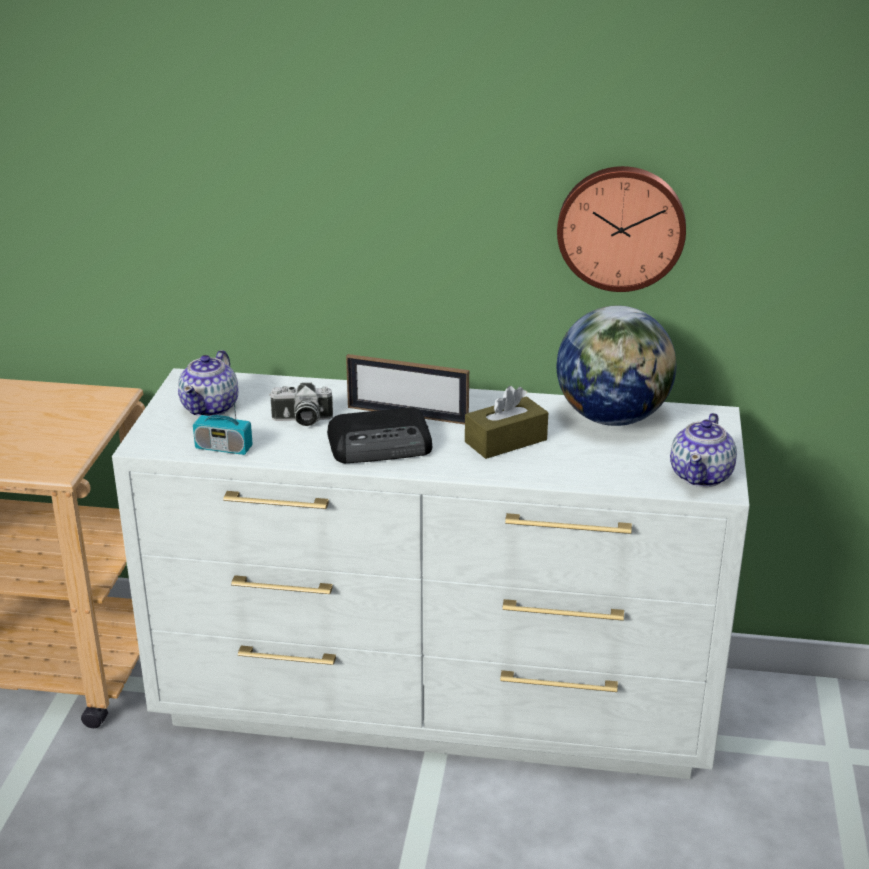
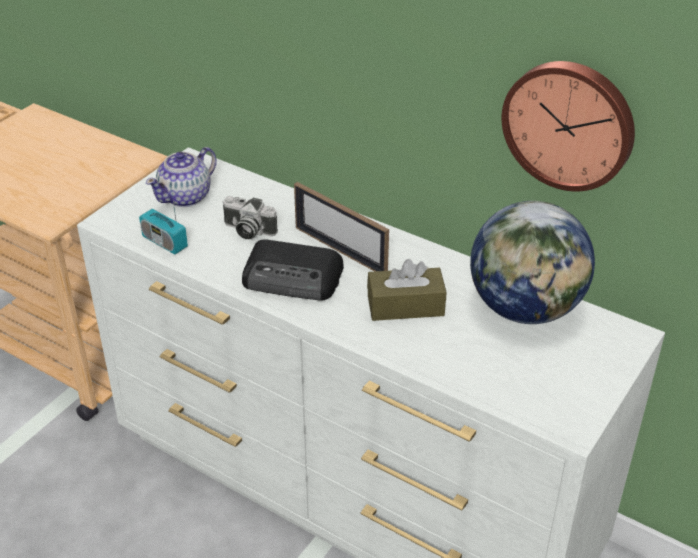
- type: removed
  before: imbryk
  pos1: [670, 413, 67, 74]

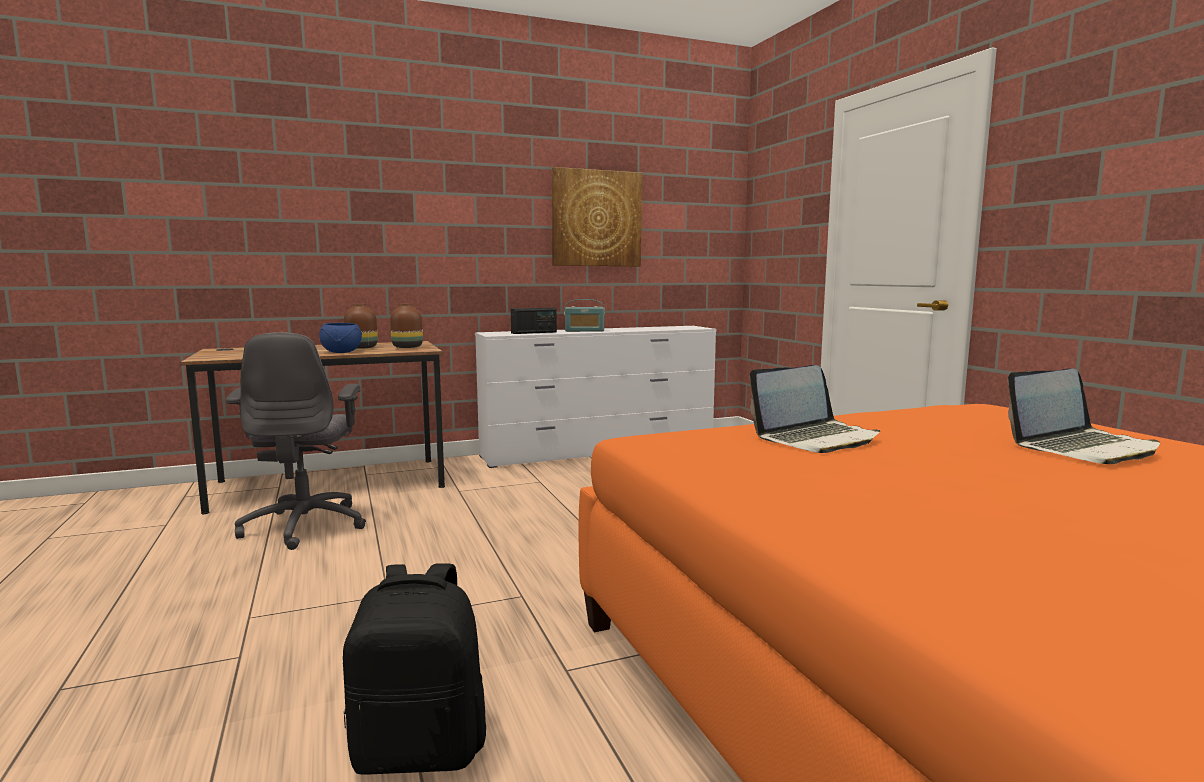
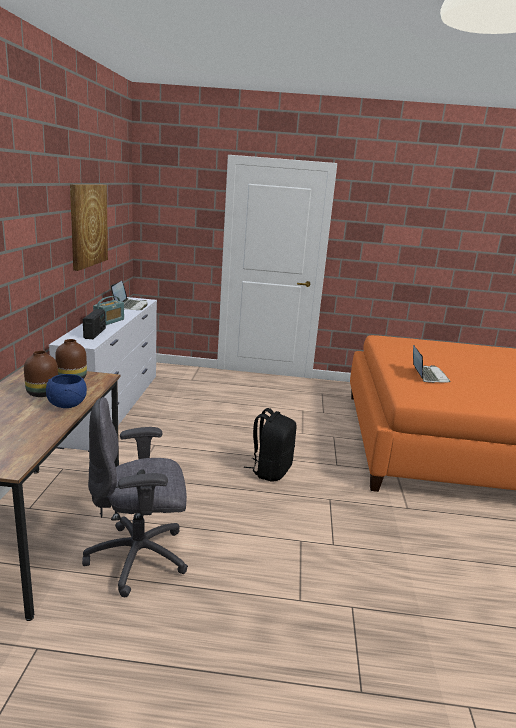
- type: turned
  before: krzesło biurowe/szary
  pos1: [226, 332, 140, 218]
  pos2: [82, 397, 106, 200]
  turn: 150
- type: moved
  before: laptop
  pos1: [1008, 369, 152, 95]
  pos2: [111, 281, 37, 29]
- type: moved
  before: plecak/czarny
  pos1: [343, 563, 143, 212]
  pos2: [244, 408, 53, 73]

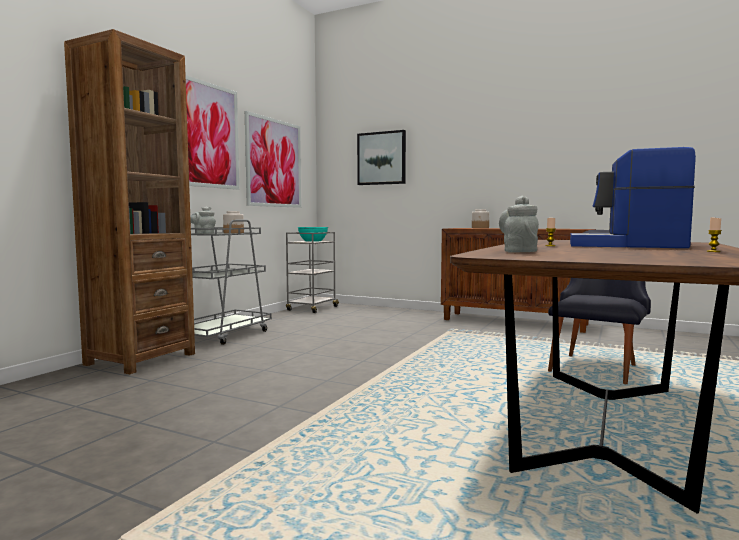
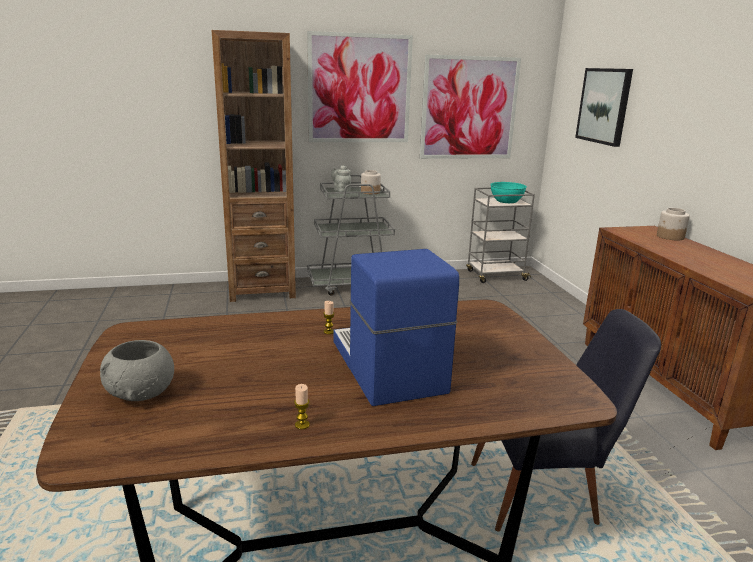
- type: added
  after: miska/szary
  pos2: [100, 340, 74, 61]
- type: removed
  before: imbryk/szary
  pos1: [499, 196, 40, 57]

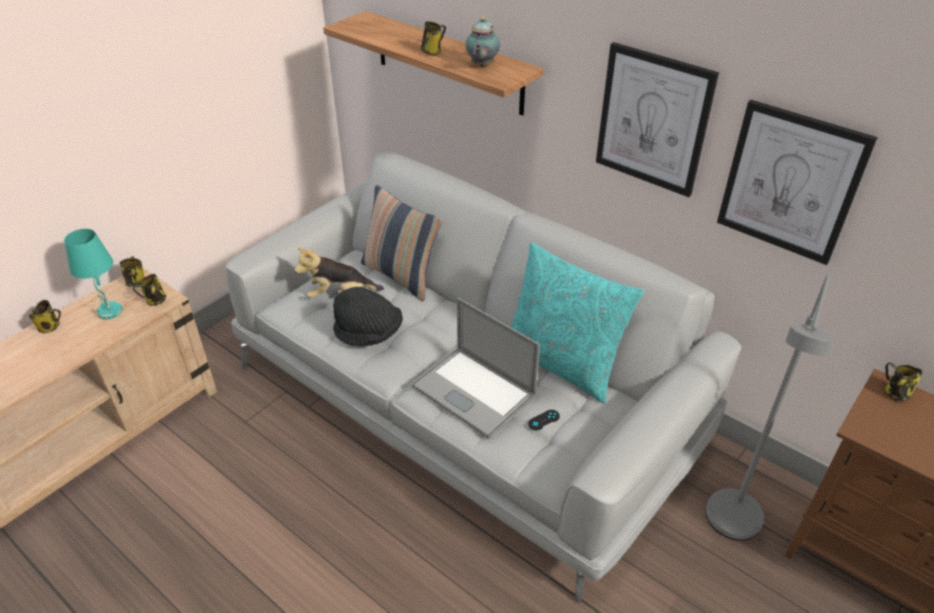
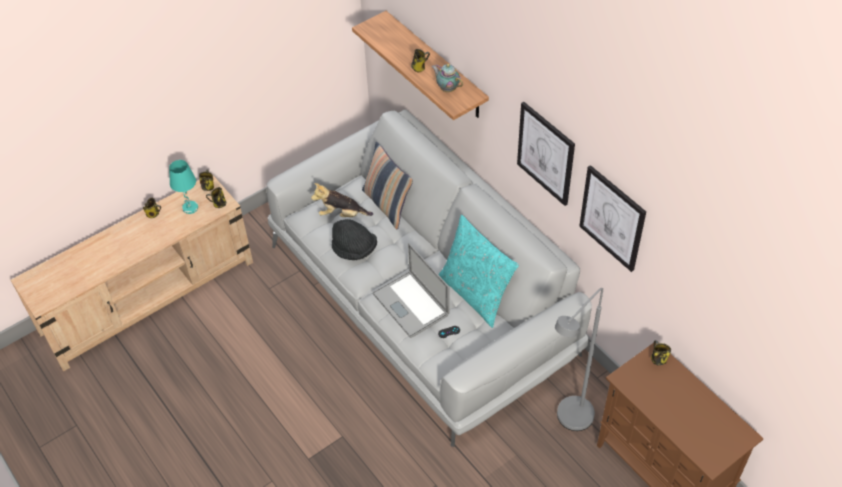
- type: turned
  before: imbryk
  pos1: [465, 17, 35, 50]
  pos2: [432, 64, 31, 28]
  turn: 105

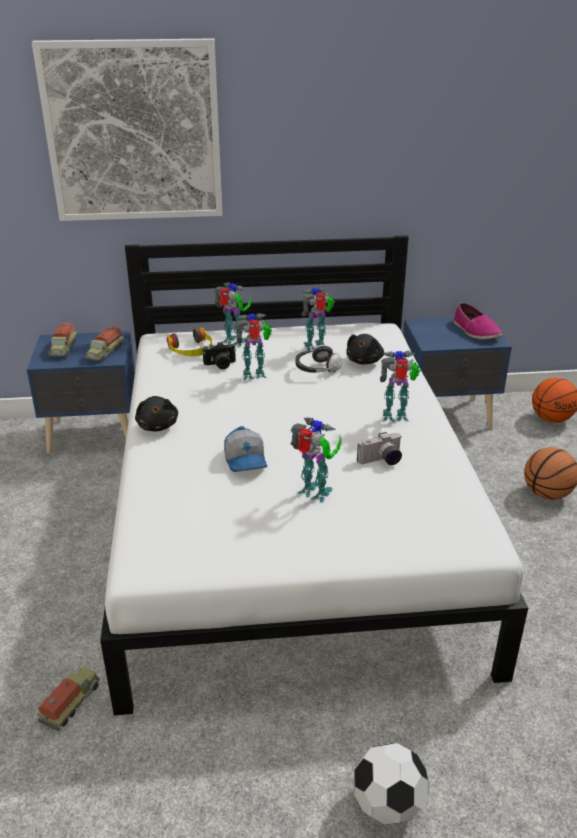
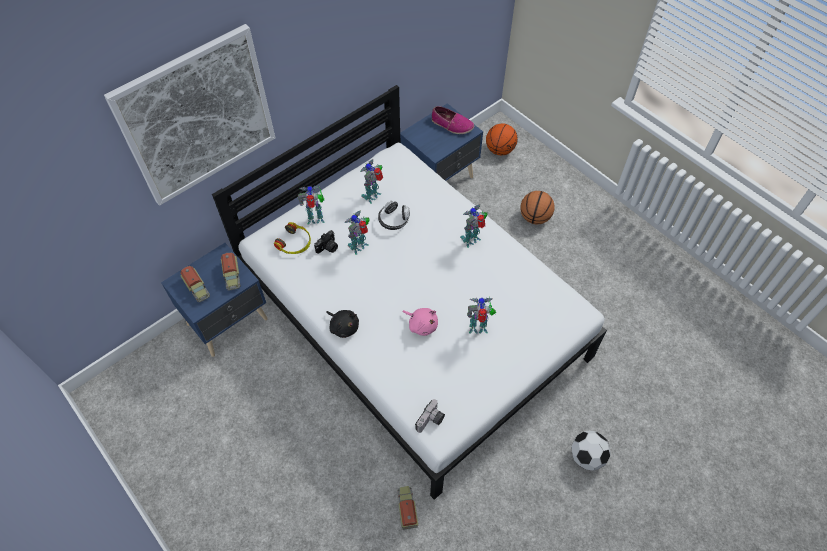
- type: replaced
  before: czapka z daszkiem
  after: pluszak/różowy
  pos1: [224, 426, 43, 46]
  pos2: [402, 308, 36, 28]
- type: moved
  before: aparat fotograficzny
  pos1: [357, 432, 45, 33]
  pos2: [415, 399, 30, 34]
- type: removed
  before: pluszak/czarny
  pos1: [346, 334, 38, 30]

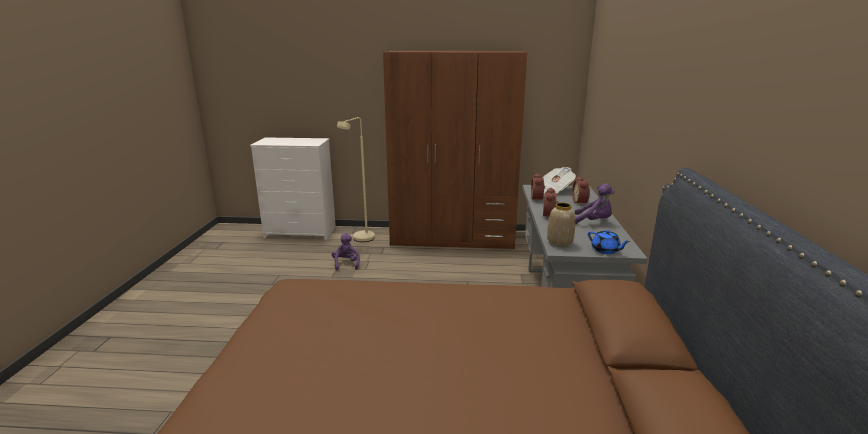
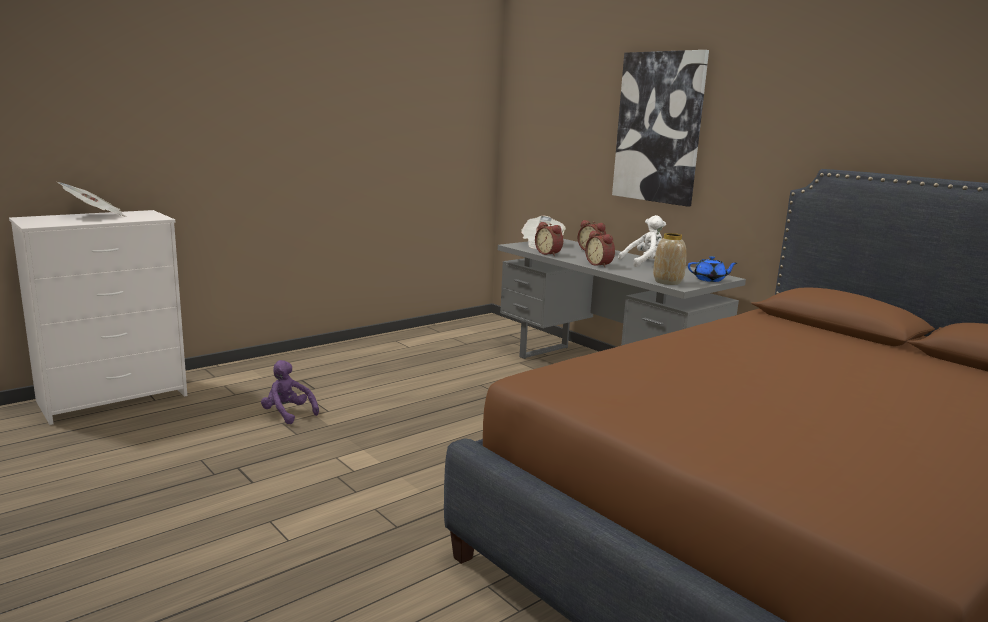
- type: added
  after: gazeta
  pos2: [57, 182, 70, 35]
- type: added
  after: obraz
  pos2: [612, 50, 97, 157]
- type: recoloured
  before: pluszak/fioletowy
  after: pluszak/biały
  pos1: [575, 183, 40, 41]
  pos2: [618, 215, 48, 52]
- type: removed
  before: lampa stojąca/beżowy
  pos1: [337, 117, 38, 125]
- type: removed
  before: szafa/brązowy
  pos1: [383, 51, 144, 198]

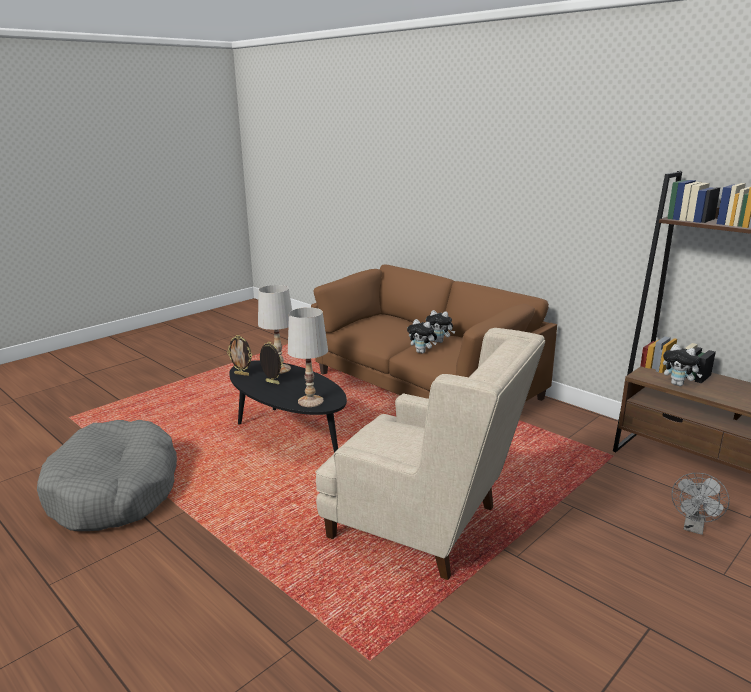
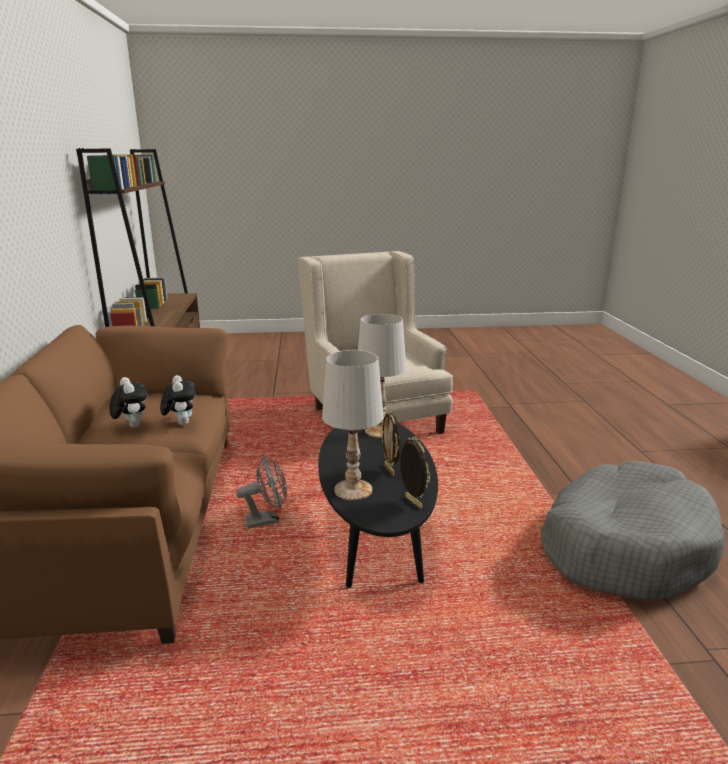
- type: moved
  before: wentylator/szary
  pos1: [672, 473, 57, 62]
  pos2: [236, 456, 51, 73]
- type: removed
  before: pluszak
  pos1: [663, 344, 39, 42]

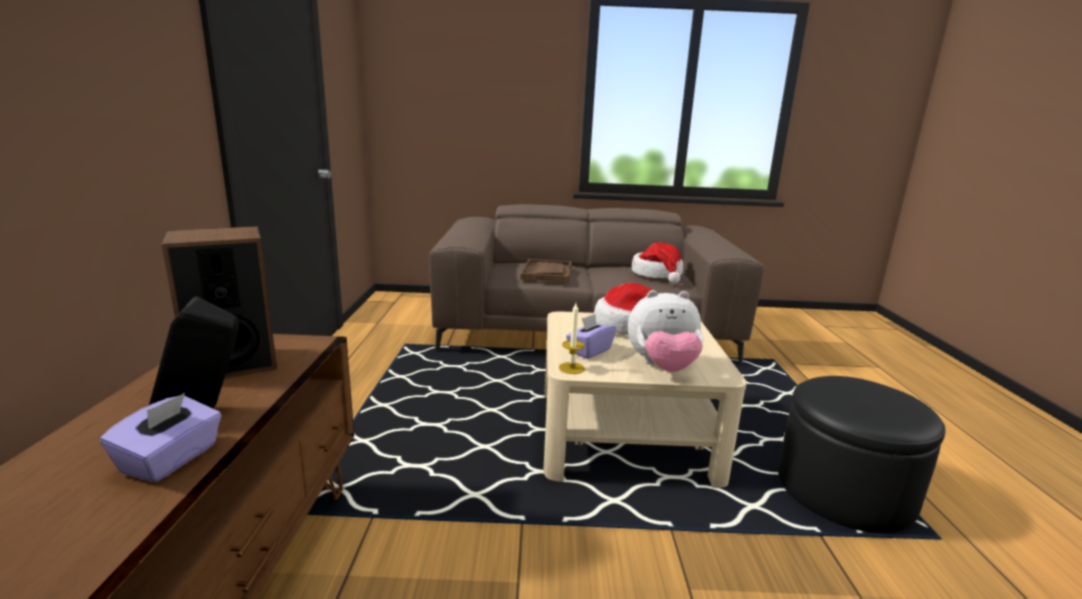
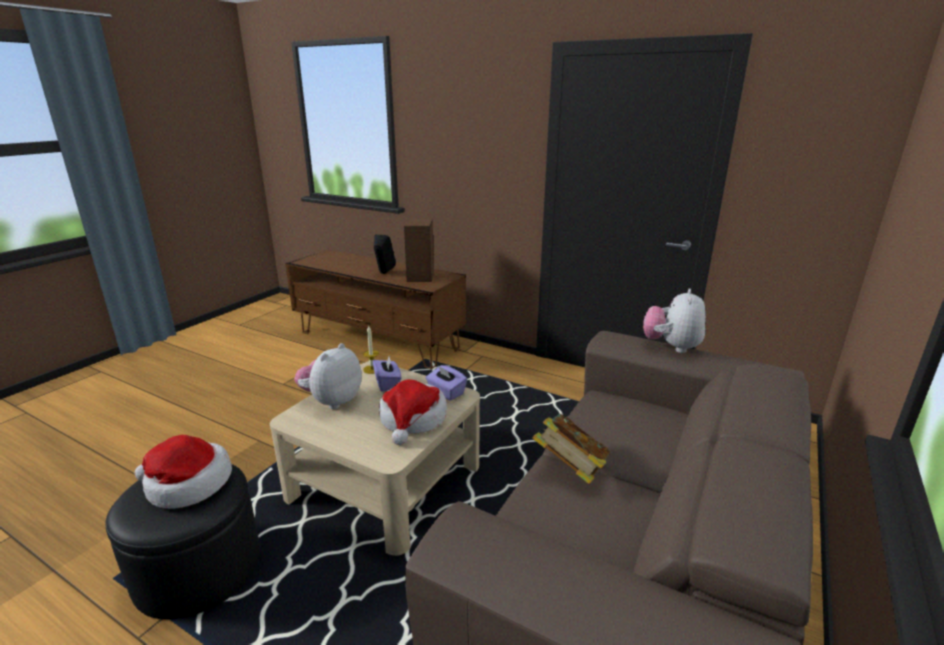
- type: moved
  before: kapelusz
  pos1: [632, 243, 51, 40]
  pos2: [135, 435, 97, 74]
- type: moved
  before: pudełko chusteczek/fioletowy
  pos1: [100, 393, 122, 89]
  pos2: [426, 365, 41, 36]
- type: added
  after: książka
  pos2: [532, 414, 78, 70]
- type: added
  after: pluszak
  pos2: [643, 289, 63, 64]
- type: removed
  before: taca/brązowy
  pos1: [521, 259, 51, 24]

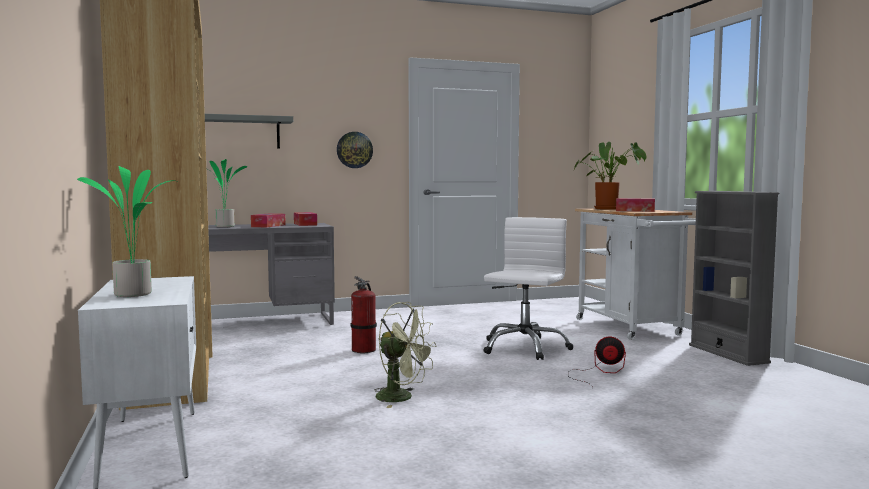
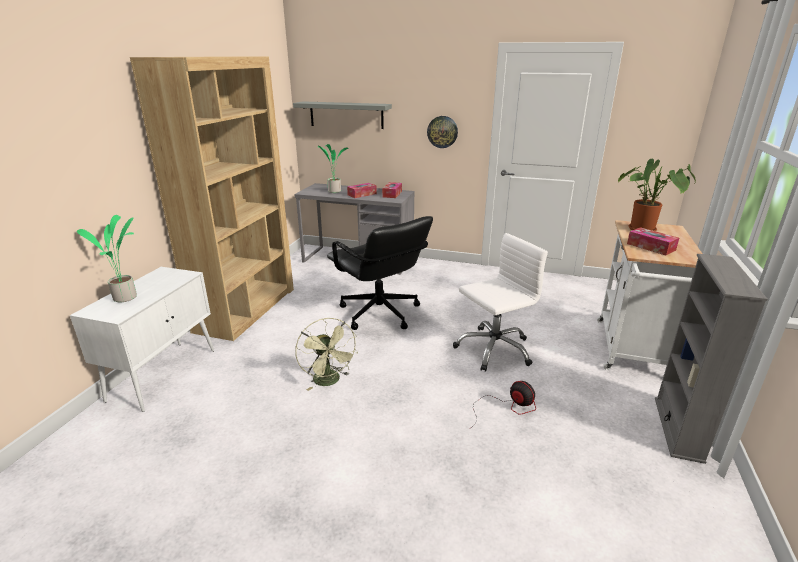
- type: replaced
  before: gaśnica
  after: krzesło biurowe/czarny
  pos1: [351, 276, 26, 77]
  pos2: [327, 216, 106, 114]

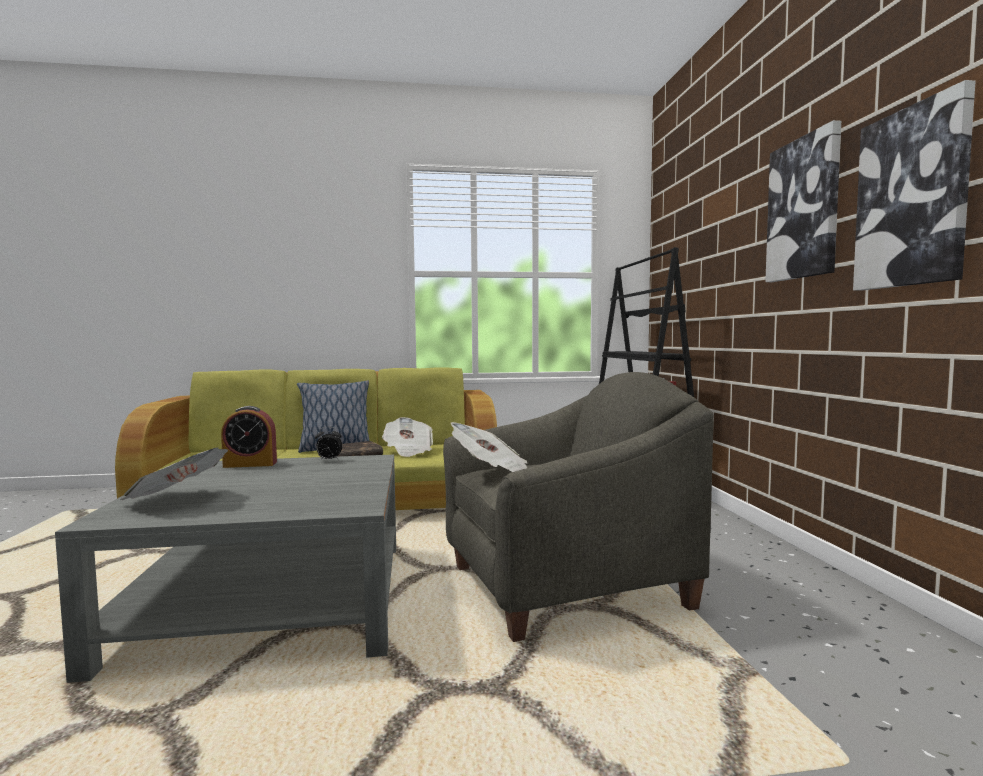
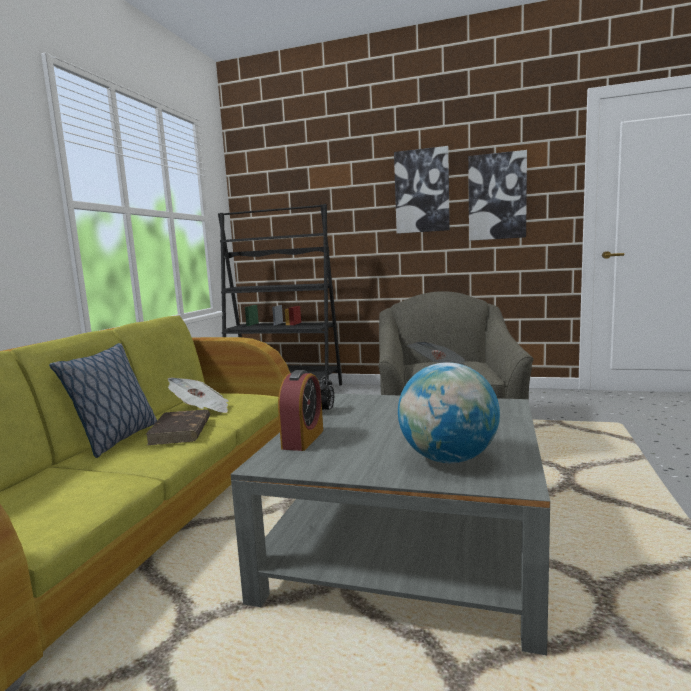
- type: replaced
  before: gazeta
  after: globus
  pos1: [120, 448, 108, 52]
  pos2: [398, 362, 102, 101]

